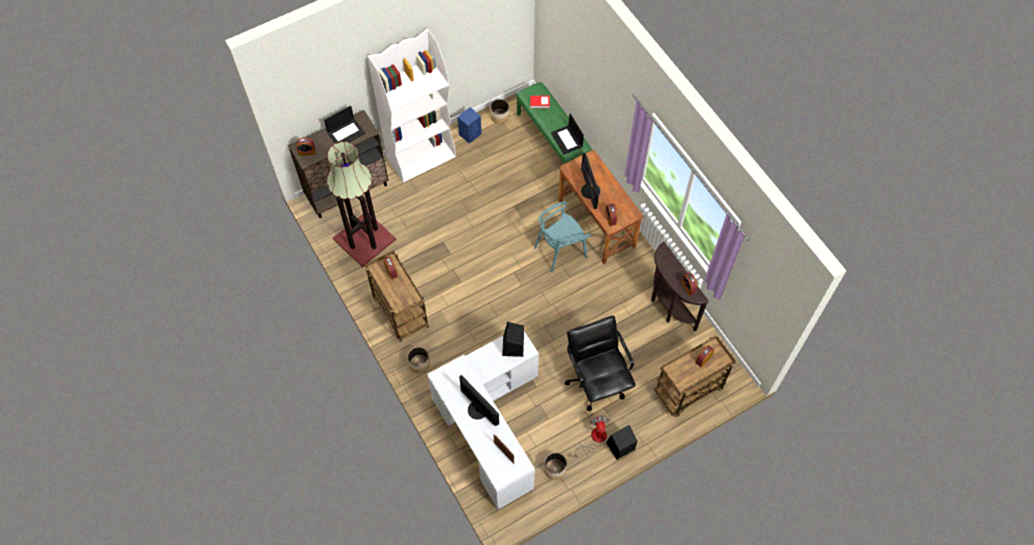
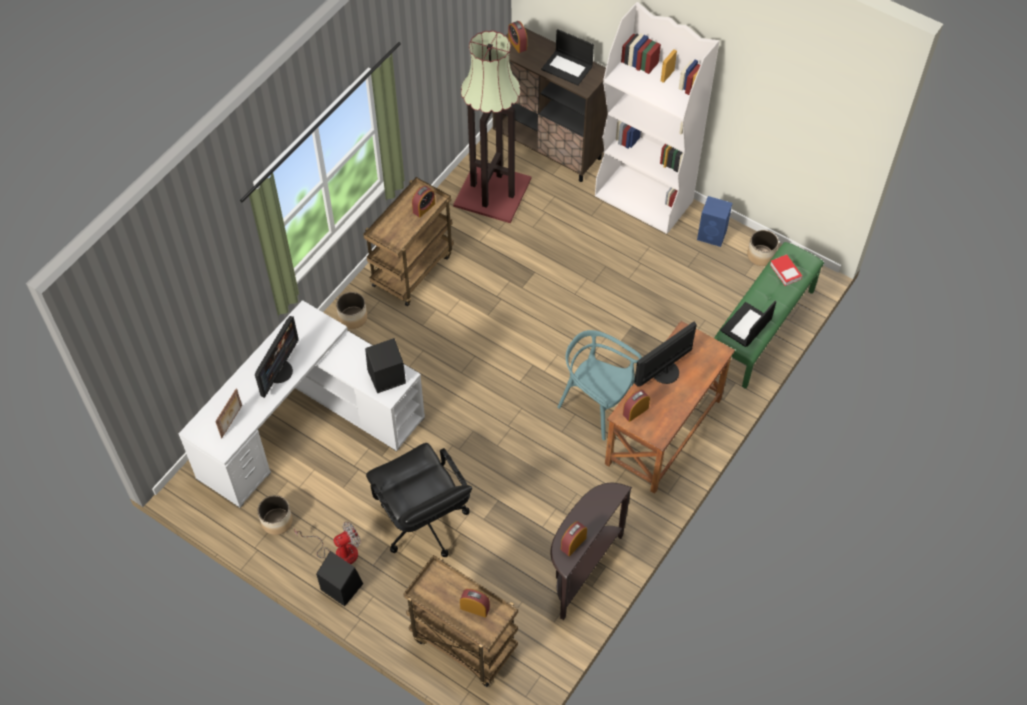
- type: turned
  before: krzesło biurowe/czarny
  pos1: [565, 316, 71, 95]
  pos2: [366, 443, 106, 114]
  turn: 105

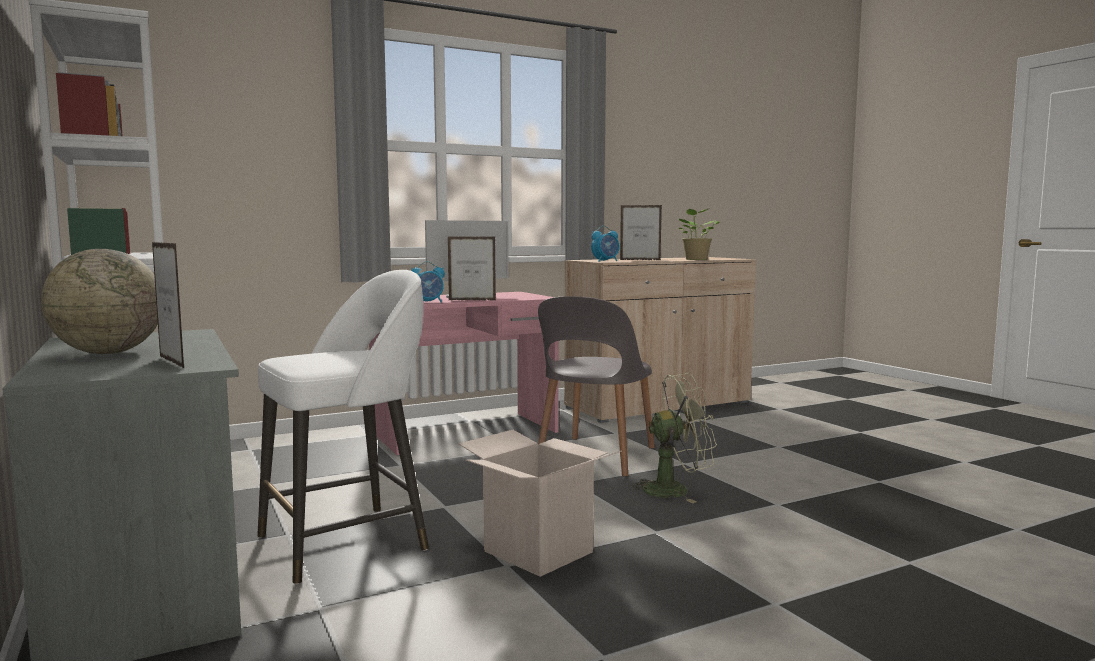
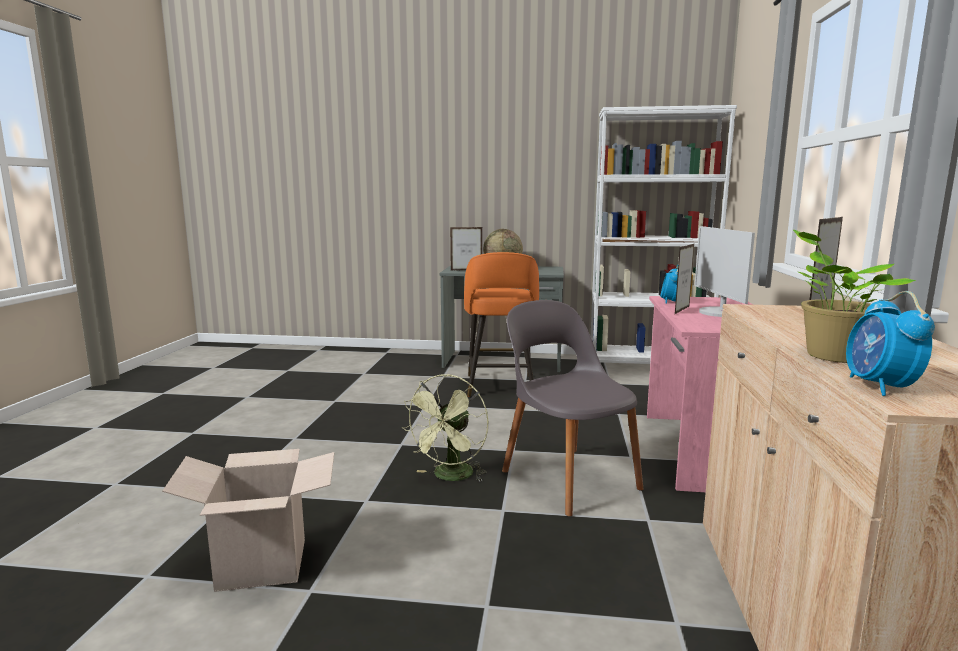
- type: moved
  before: karton
  pos1: [459, 430, 163, 147]
  pos2: [162, 449, 172, 143]
- type: recoloured
  before: stołek/biały
  after: stołek/pomarańczowy
  pos1: [257, 270, 172, 314]
  pos2: [464, 252, 75, 145]
- type: moved
  before: budzik
  pos1: [591, 226, 29, 36]
  pos2: [846, 291, 89, 105]

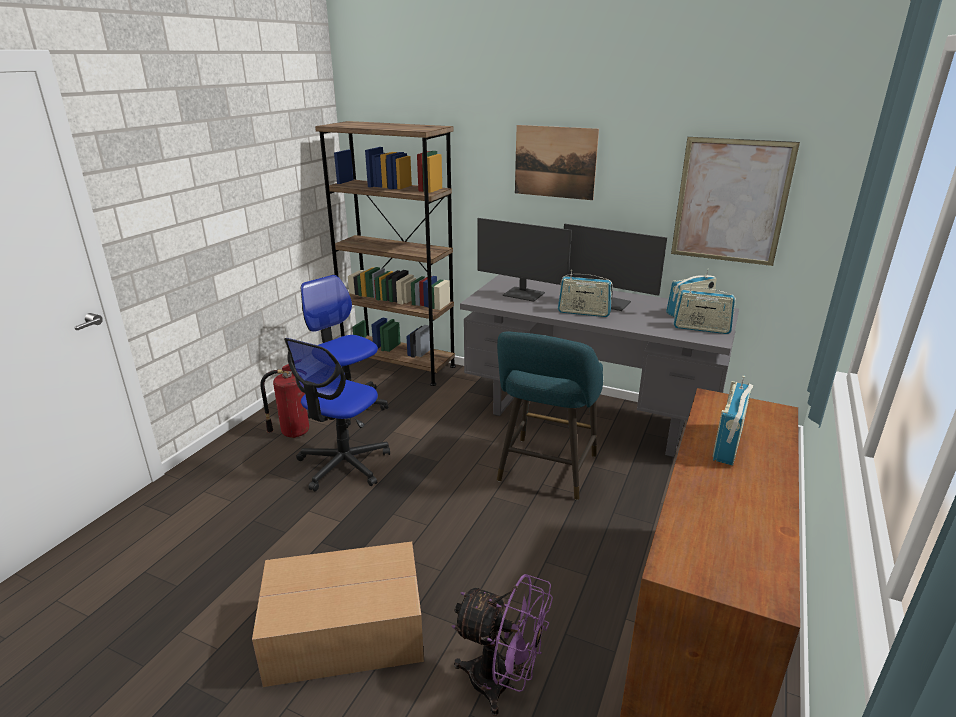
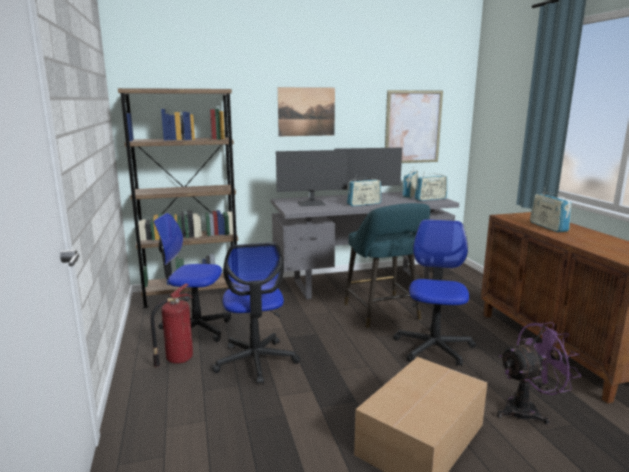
- type: added
  after: krzesło biurowe
  pos2: [393, 219, 83, 147]

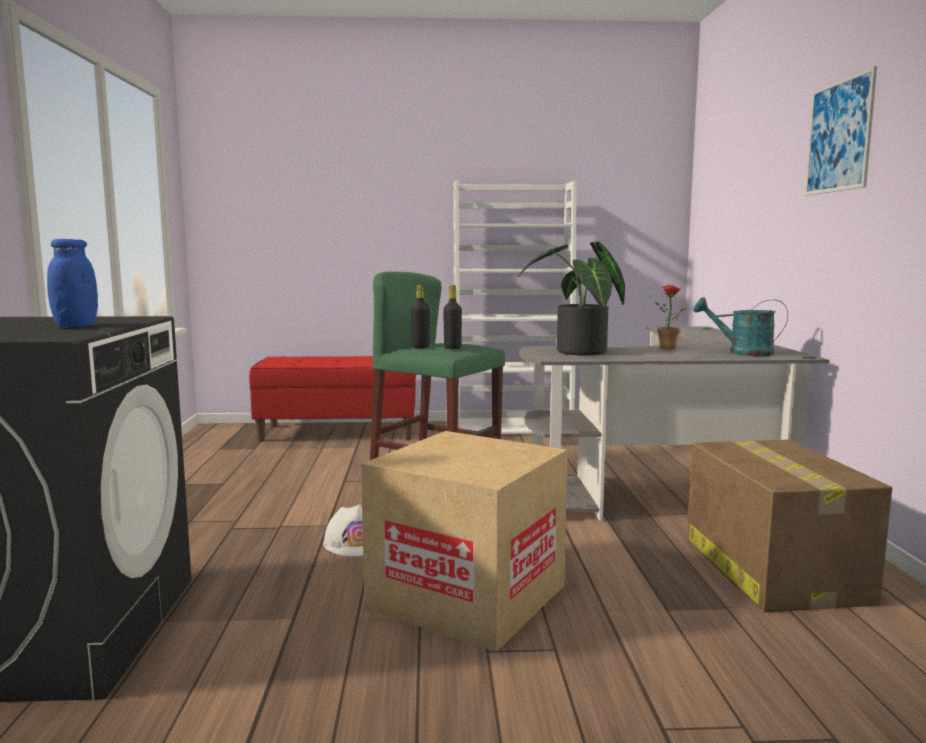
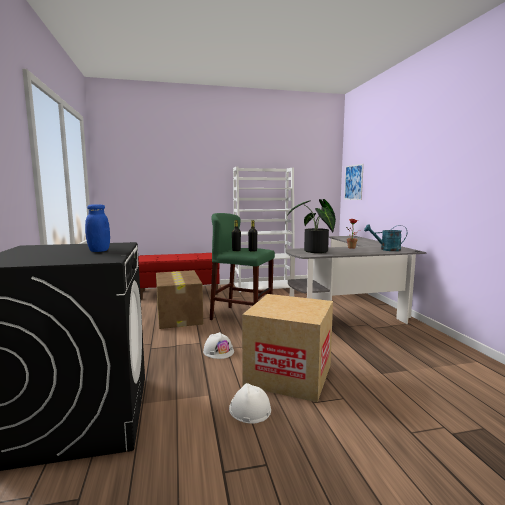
- type: moved
  before: karton
  pos1: [687, 440, 205, 173]
  pos2: [156, 270, 47, 59]
- type: added
  after: kask/biały
  pos2: [229, 383, 42, 41]
- type: moved
  before: obraz
  pos1: [805, 66, 72, 130]
  pos2: [344, 164, 20, 36]

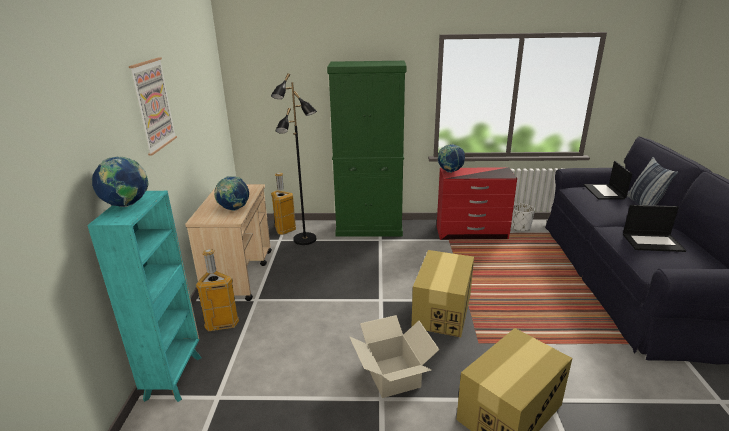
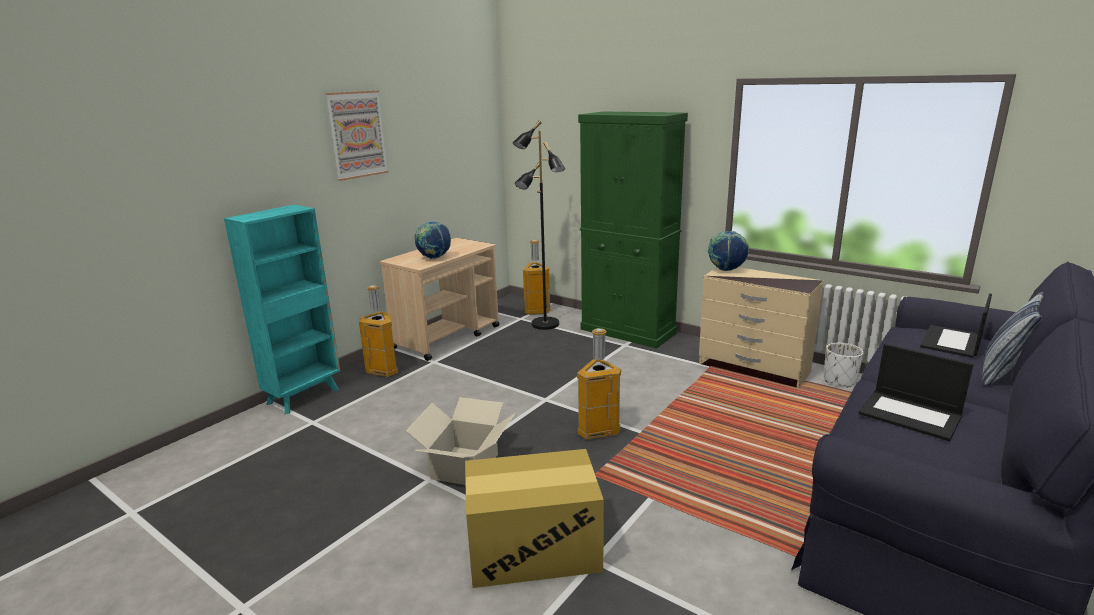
- type: replaced
  before: karton
  after: kosz na śmieci
  pos1: [411, 250, 63, 87]
  pos2: [577, 328, 44, 112]
- type: recoloured
  before: komoda/czerwony
  after: komoda/beżowy
  pos1: [437, 167, 80, 73]
  pos2: [699, 267, 124, 121]
- type: removed
  before: globus
  pos1: [92, 156, 57, 51]

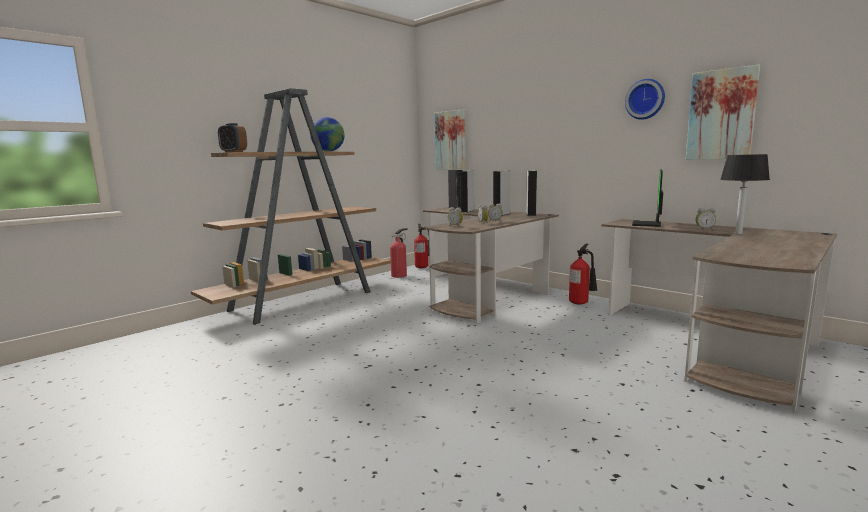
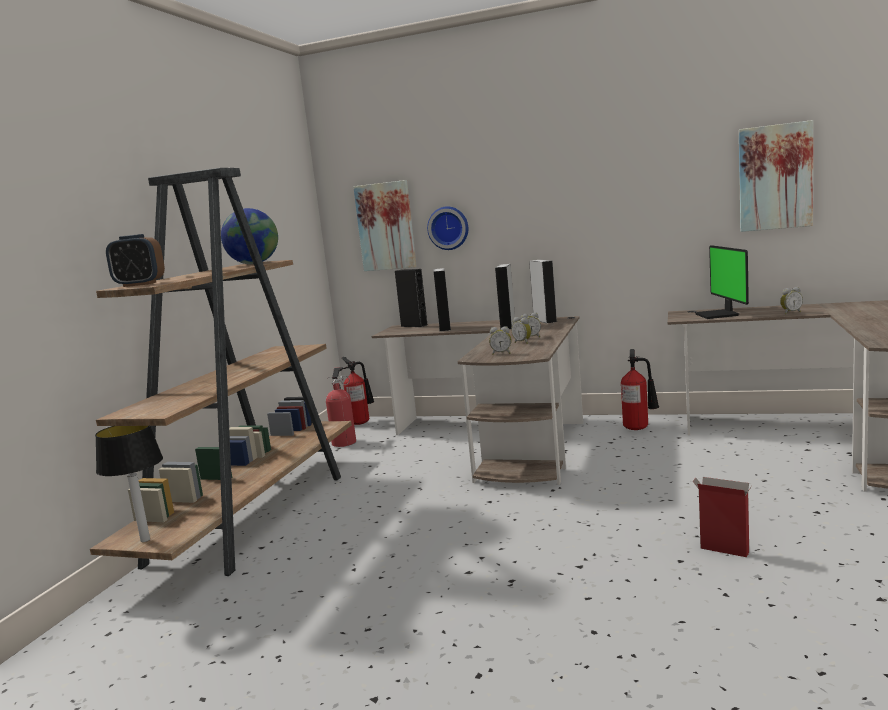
- type: moved
  before: lampa stołowa
  pos1: [720, 154, 50, 80]
  pos2: [95, 425, 68, 117]
- type: moved
  before: zegar ścienny
  pos1: [625, 79, 40, 41]
  pos2: [427, 206, 41, 44]
- type: added
  after: karton
  pos2: [693, 477, 58, 80]

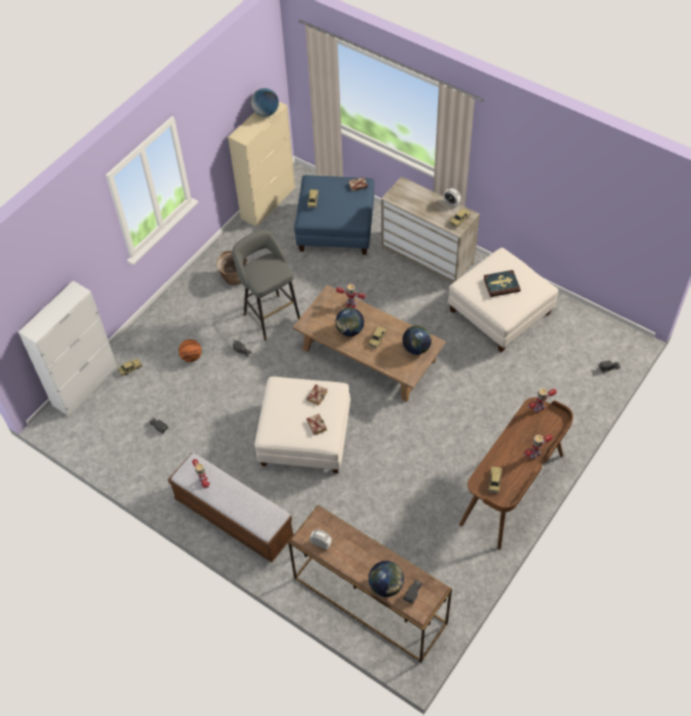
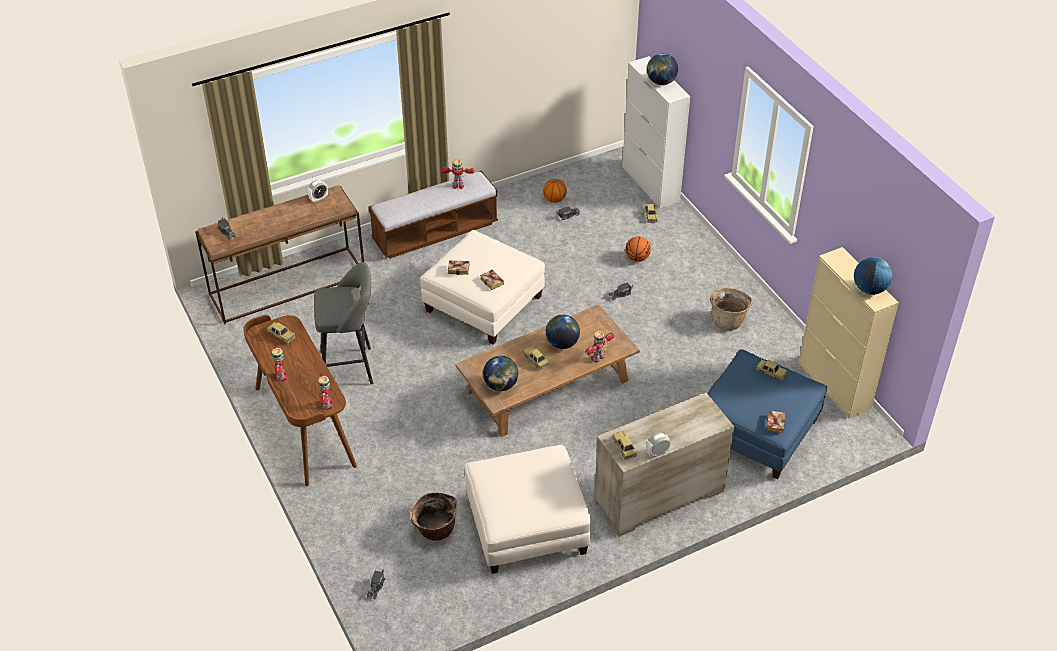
- type: moved
  before: stołek/szary
  pos1: [232, 230, 68, 111]
  pos2: [314, 262, 59, 123]
- type: added
  after: koszyk
  pos2: [411, 492, 46, 49]
- type: added
  after: piłka do koszykówki
  pos2: [543, 179, 24, 24]
- type: moved
  before: globus
  pos1: [368, 561, 36, 36]
  pos2: [647, 53, 31, 32]
- type: removed
  before: książka
  pos1: [484, 270, 37, 27]

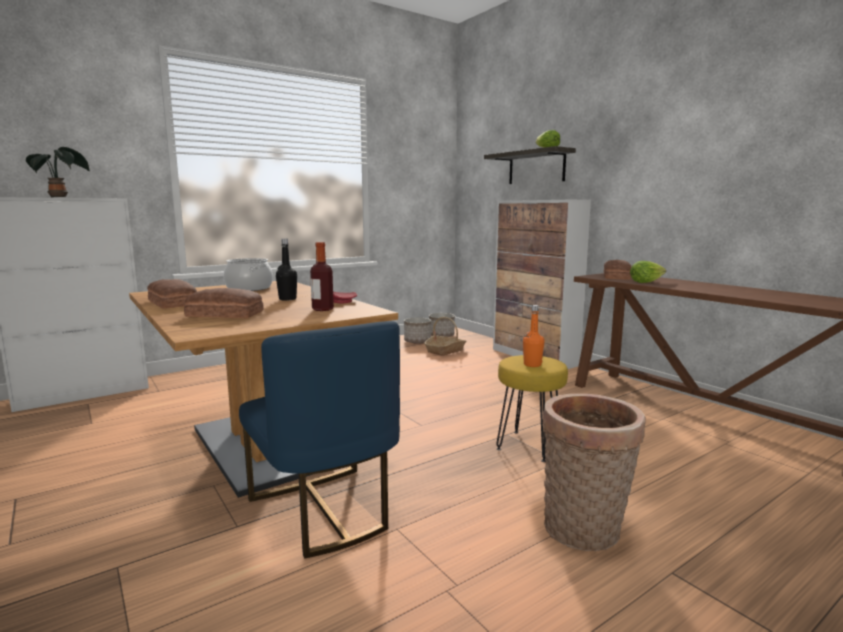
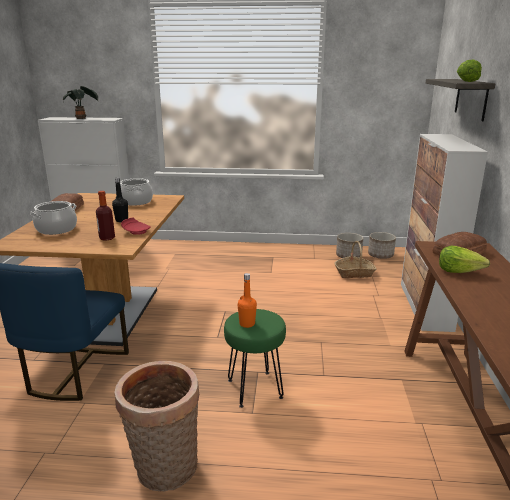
- type: replaced
  before: chleb
  after: garnek
  pos1: [184, 288, 80, 30]
  pos2: [30, 201, 47, 34]
- type: recoloured
  before: stołek/żółty
  after: stołek/zielony
  pos1: [496, 355, 72, 107]
  pos2: [224, 309, 62, 99]

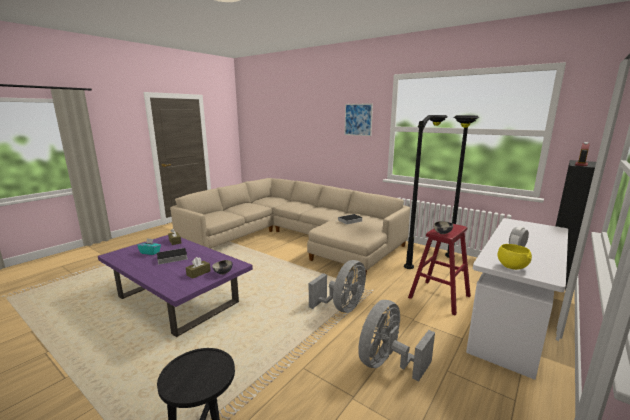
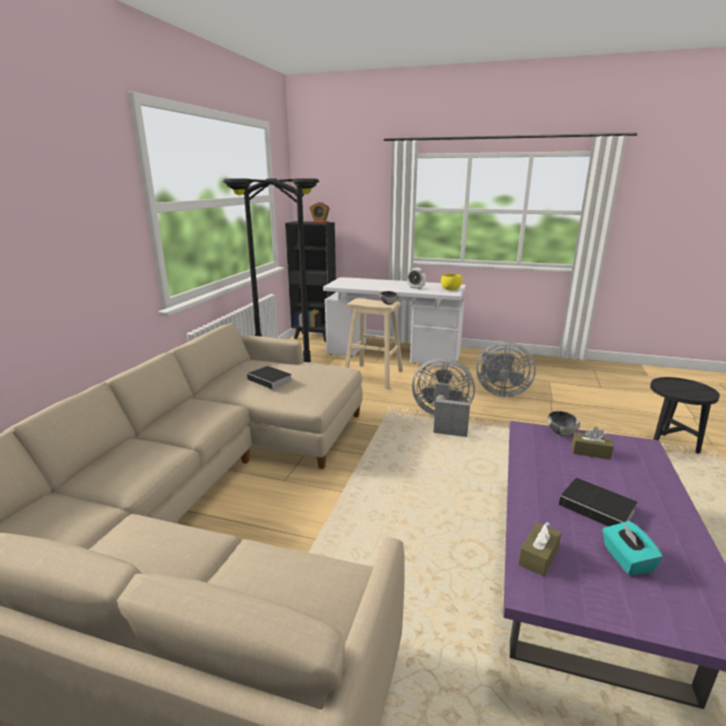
- type: recoloured
  before: stołek/czerwony
  after: stołek/beżowy
  pos1: [408, 224, 63, 91]
  pos2: [345, 298, 58, 91]
- type: removed
  before: obraz
  pos1: [344, 103, 29, 33]

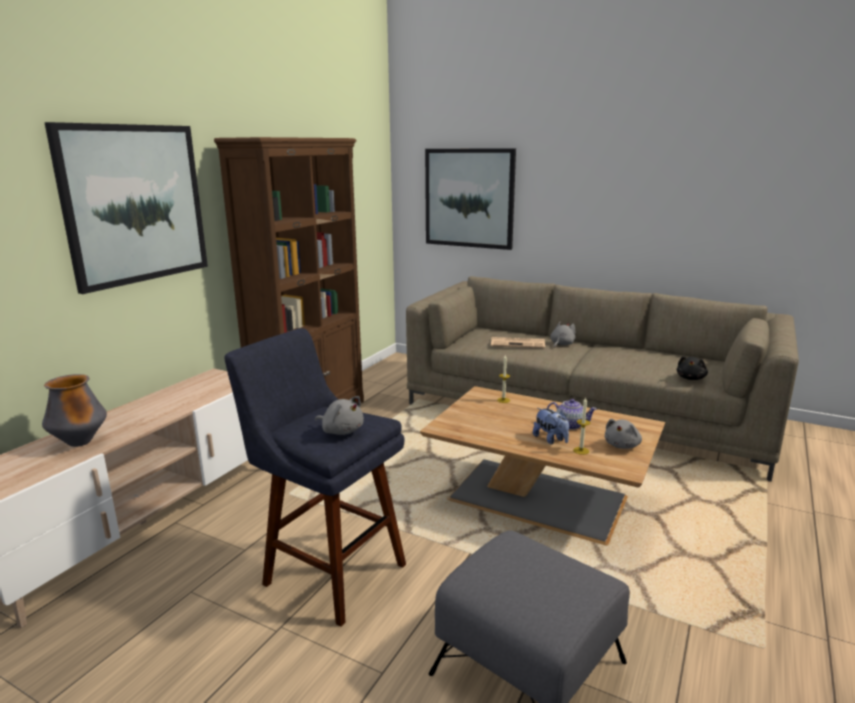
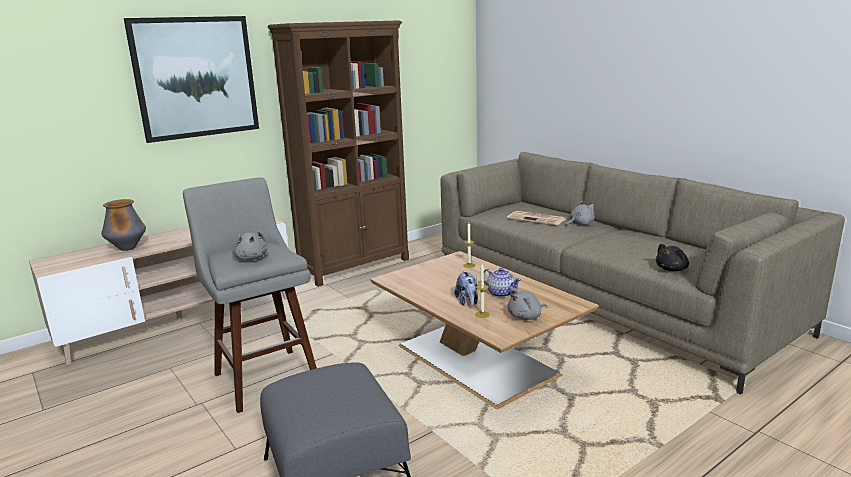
- type: recoloured
  before: stołek/niebieski
  after: stołek/szary
  pos1: [224, 328, 182, 299]
  pos2: [183, 177, 134, 236]
- type: removed
  before: obraz
  pos1: [425, 148, 91, 102]

